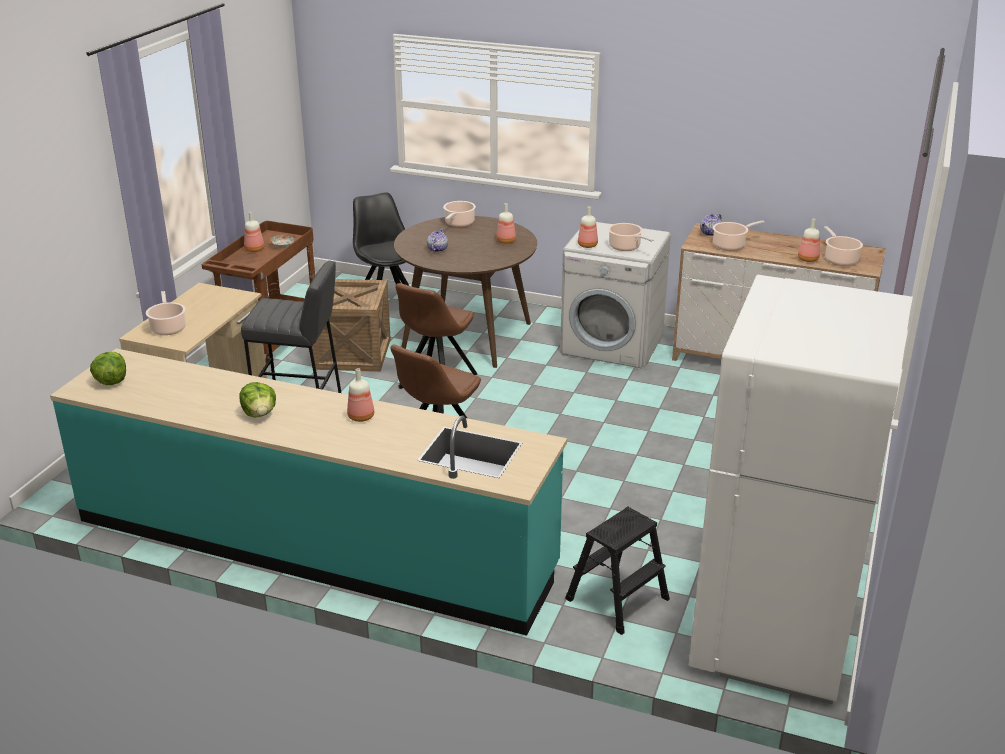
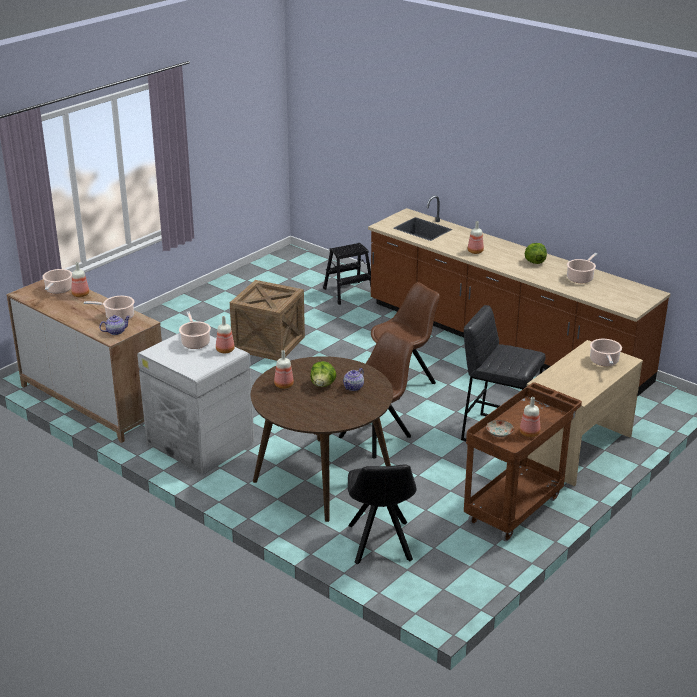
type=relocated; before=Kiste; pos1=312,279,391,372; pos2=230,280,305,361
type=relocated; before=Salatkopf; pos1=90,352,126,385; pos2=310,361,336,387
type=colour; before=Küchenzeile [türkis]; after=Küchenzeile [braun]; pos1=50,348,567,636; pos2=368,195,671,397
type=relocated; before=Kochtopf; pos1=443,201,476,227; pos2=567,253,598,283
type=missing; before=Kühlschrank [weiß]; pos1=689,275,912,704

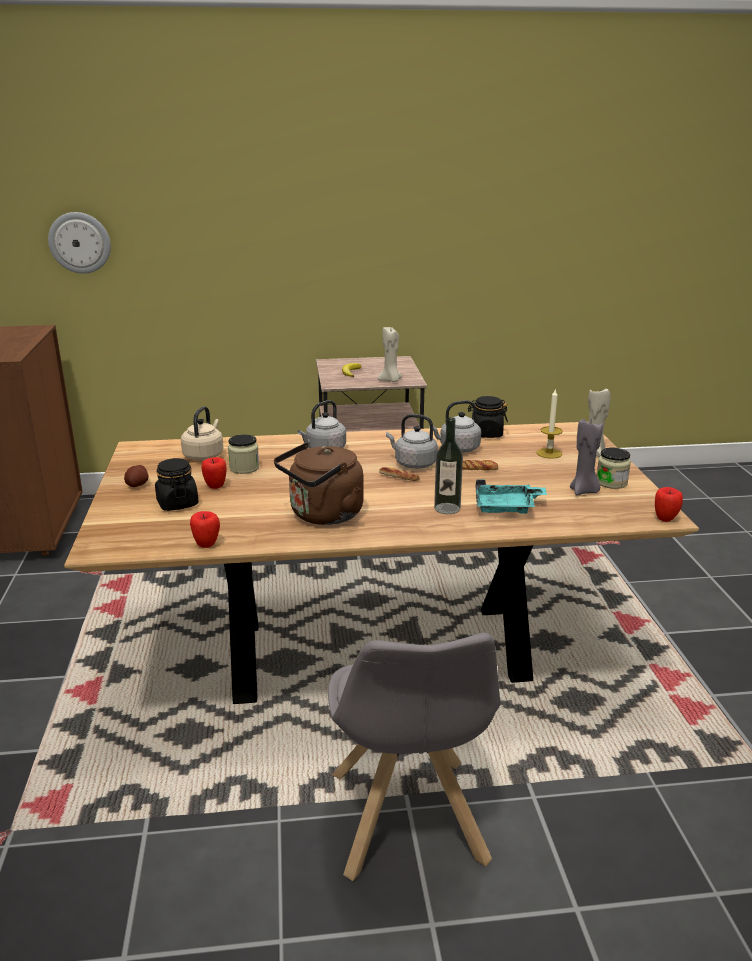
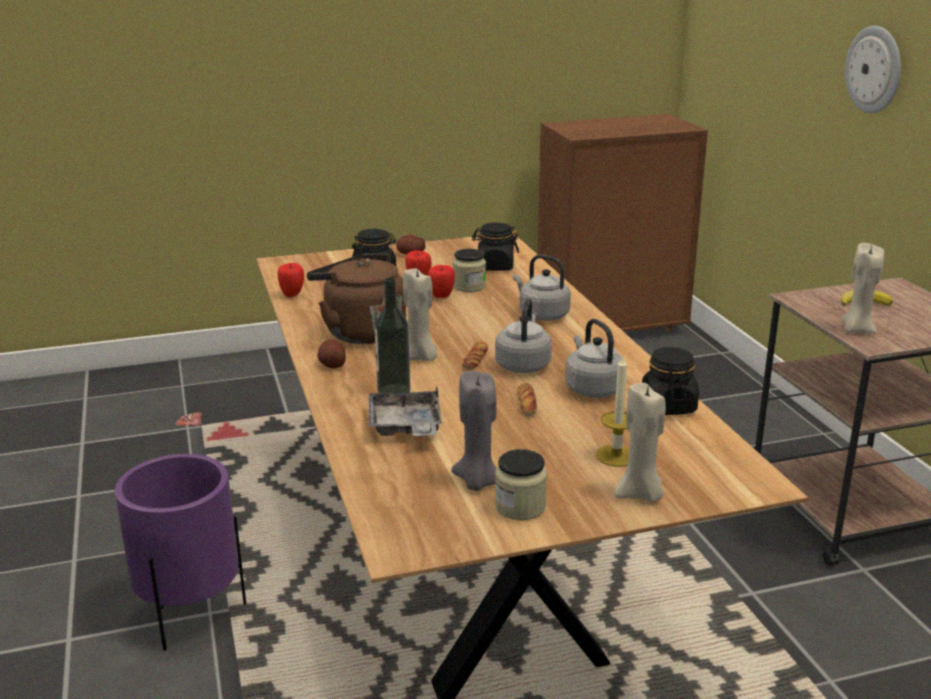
type=exchanged; before=Stuhl [grau]; after=Pflanzkübel [lila]; pos1=328,633,500,881; pos2=115,454,246,651
type=appeared; after=Kartoffel; pos2=317,339,346,368
type=colour; before=Tablett [türkis]; after=Tablett [grau]; pos1=475,479,547,514; pos2=369,387,442,436
type=appeared; after=Kerze [beige]; pos2=403,267,437,361
type=relocated; before=Apfel; pos1=655,487,683,522; pos2=428,265,455,298
type=exchanged; before=Wasserkessel [beige]; after=Vorratsglas [schwarz]; pos1=181,406,224,460; pos2=472,223,519,271
type=relocated; before=Wanduhr; pos1=48,212,111,274; pos2=845,26,901,113

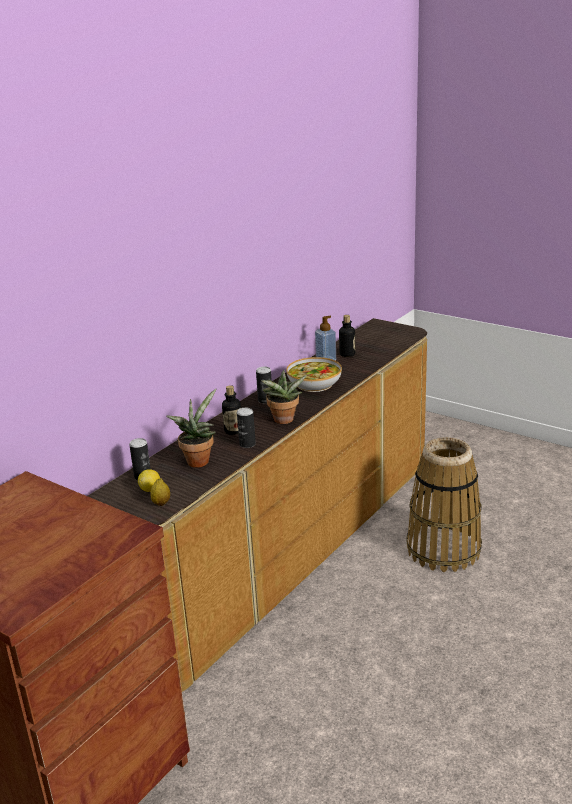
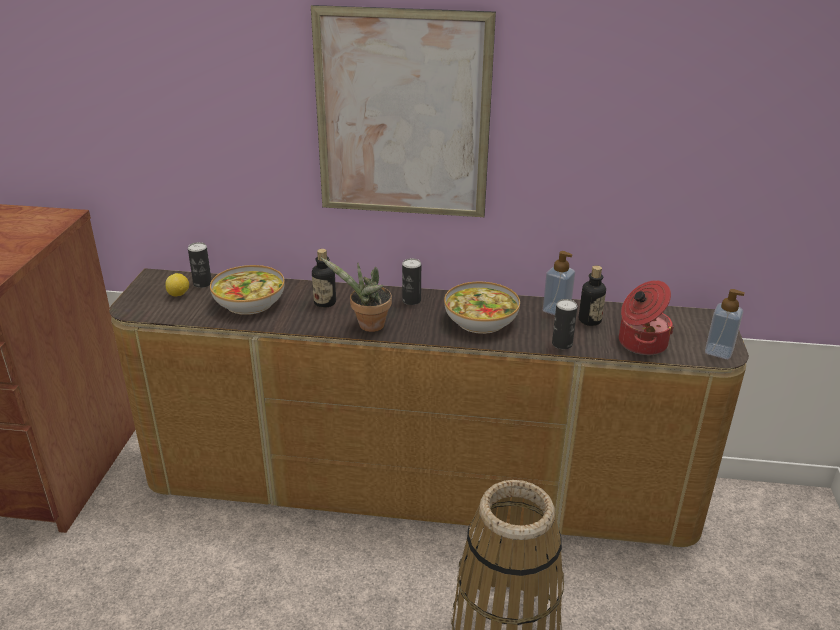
type=exchanged; before=Topfpflanze; after=Schüssel; pos1=166,389,216,468; pos2=210,265,285,315
type=appeared; after=Bild; pos2=311,5,496,217
type=relocated; before=Dose; pos1=237,408,256,448; pos2=552,299,578,349
type=appeared; after=Kochtopf; pos2=619,280,674,355
type=appeared; after=Seifenspender; pos2=705,289,745,359
type=missing; before=Zitrone; pos1=150,478,170,506

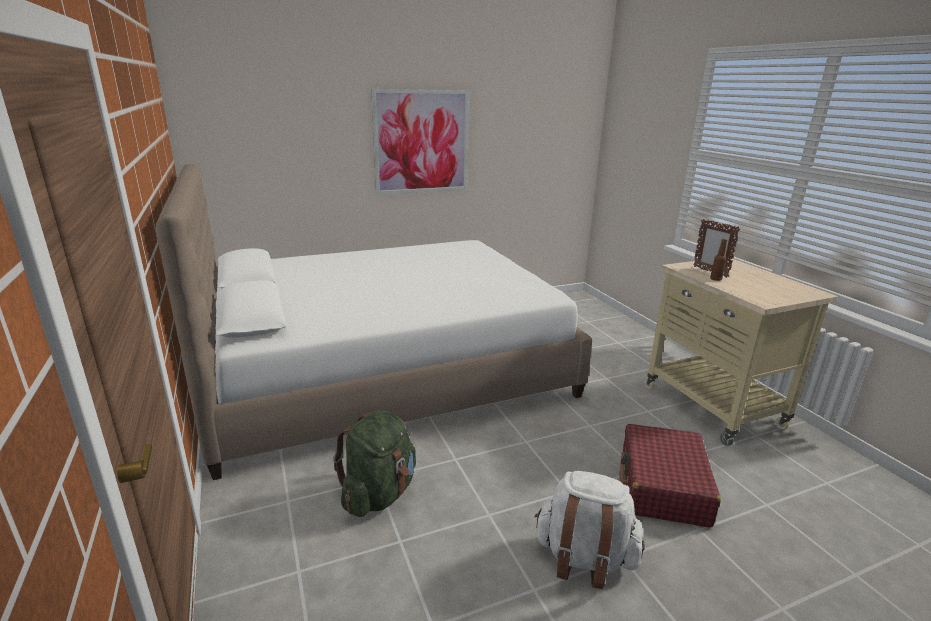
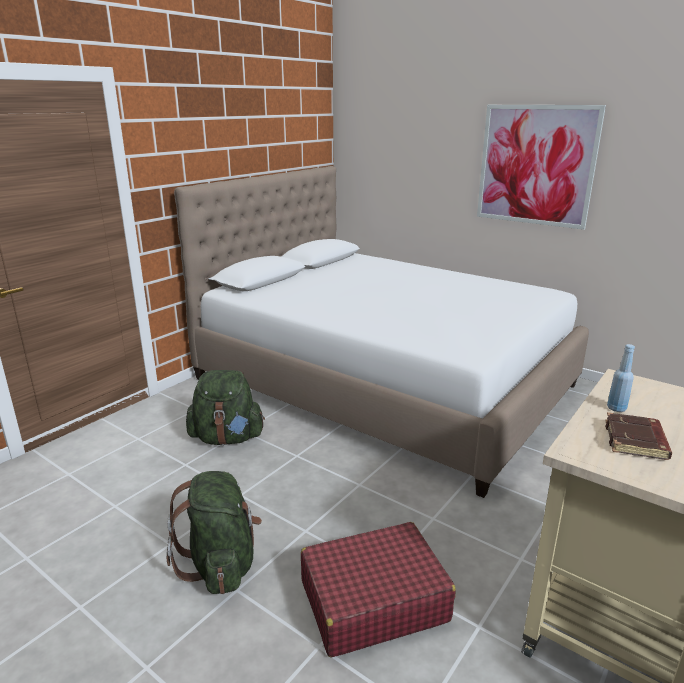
type=colour; before=Rucksack [weiß]; after=Rucksack [grün]; pos1=535,471,645,589; pos2=167,471,262,594
type=appeared; after=Buch [braun]; pos2=605,412,672,460
type=colour; before=Flasche [braun]; after=Flasche [blau]; pos1=710,239,727,281; pos2=607,344,635,412
type=missing; before=Bilderrahmen; pos1=693,219,740,278

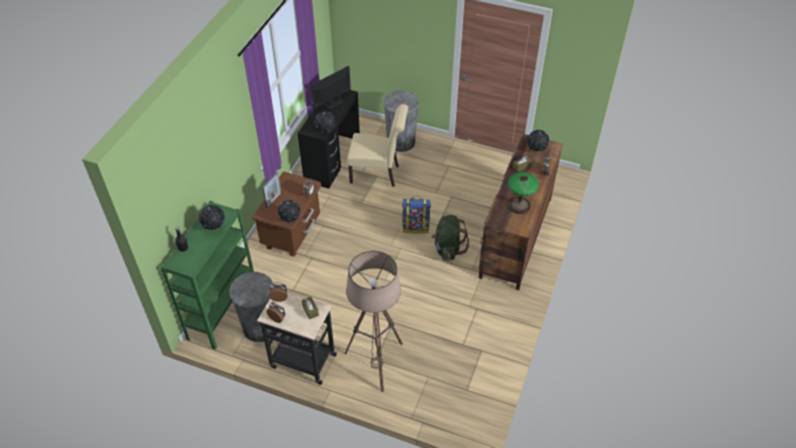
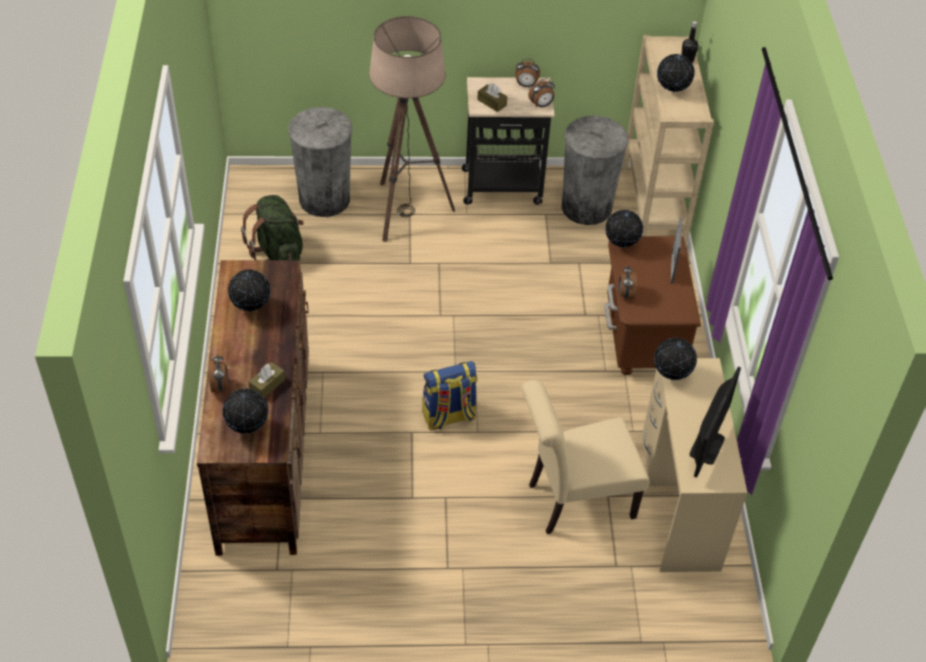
type=exchanged; before=Tischlampe; after=Globus; pos1=508,172,539,214; pos2=228,269,270,311
type=relocated; before=Rucksack [grün]; pos1=432,215,469,261; pos2=241,195,304,260
type=relocated; before=Mülleimer [grau]; pos1=383,90,419,152; pos2=288,107,352,217
type=colour; before=Bücherregal [grün]; after=Bücherregal [beige]; pos1=160,201,254,350; pos2=622,35,714,247
type=colour; before=Schreibtisch [schwarz]; after=Schreibtisch [beige]; pos1=298,90,360,189; pos2=642,358,747,572

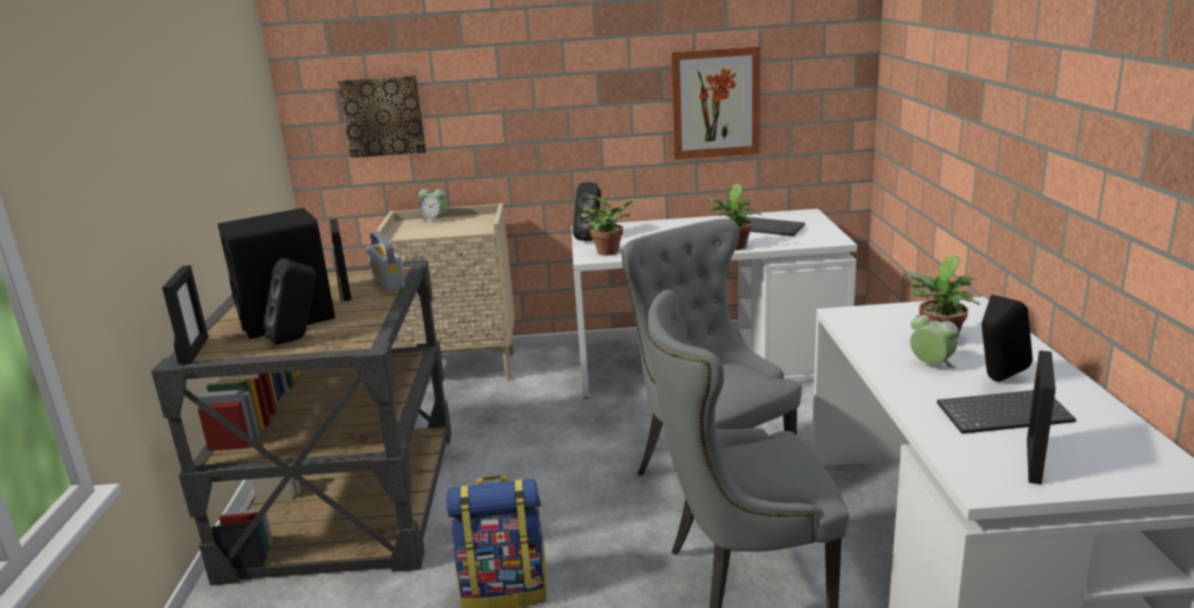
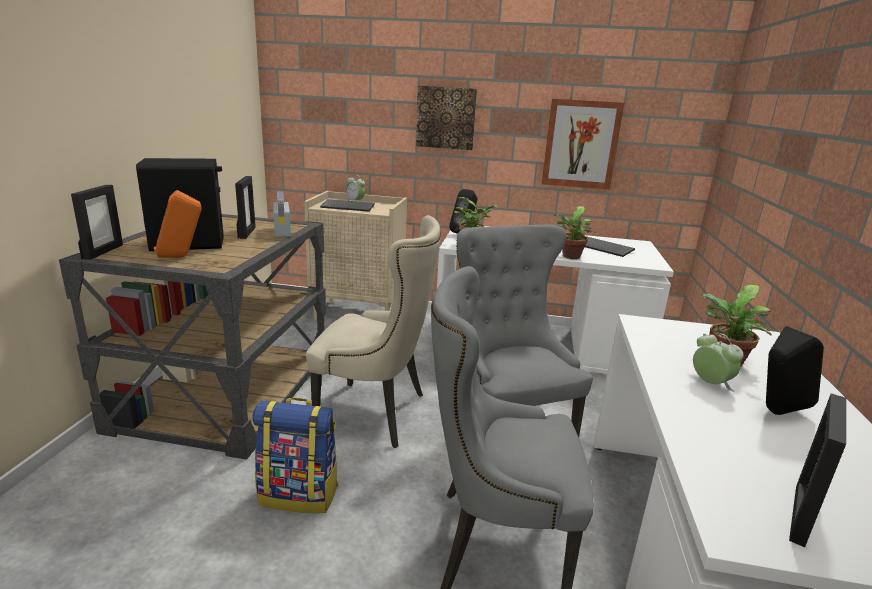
type=colour; before=Lautsprecher [schwarz]; after=Lautsprecher [orange]; pos1=263,258,316,345; pos2=154,190,201,258
type=appeared; after=Stuhl [beige]; pos2=306,215,441,448
type=relocated; before=Tastatur; pos1=937,390,1076,434; pos2=320,199,375,212
type=relocated; before=Bild; pos1=338,76,426,158; pos2=416,86,477,150

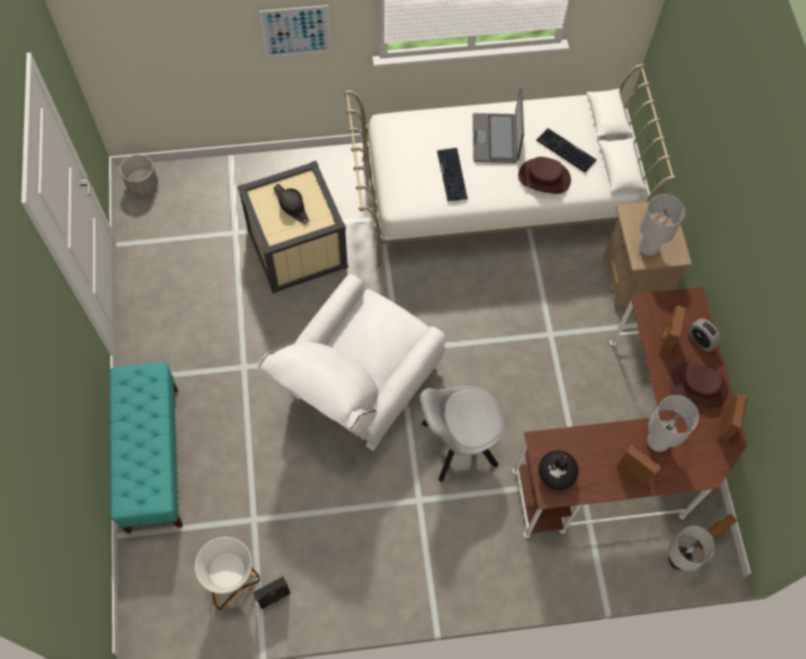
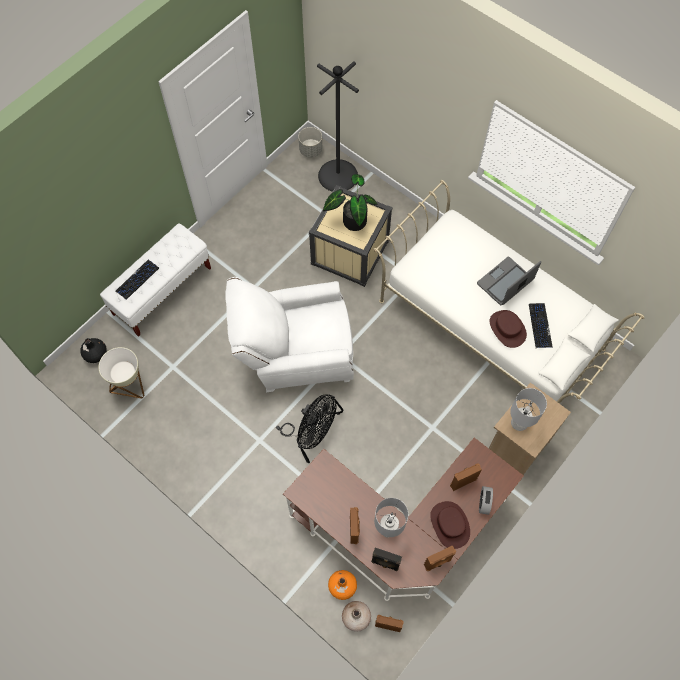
type=relocated; before=Vase [schwarz]; pos1=538,450,579,490; pos2=80,338,107,363
type=colour; before=Bank [türkis]; after=Bank [weiß]; pos1=109,362,183,534; pos2=100,223,211,337
type=relocated; before=Tastatur; pos1=437,148,468,202; pos2=116,260,159,300
type=exchanged; before=Stuhl [grau]; after=Ventilator [schwarz]; pos1=420,386,504,482; pos2=276,394,343,463
type=appeared; after=Kleiderständer [schwarz]; pos2=317,61,359,192
type=exchanged; before=Hut [schwarz]; after=Topfpflanze; pos1=273,184,309,224; pos2=323,174,378,231
type=appeared; after=Vase [orange]; pos2=328,570,357,600
type=exchanged; before=Tischlampe [grau]; after=Vase [beige]; pos1=668,526,715,571; pos2=342,601,371,632
type=relocated; before=Lautsprecher [schwarz]; pos1=253,576,291,609; pos2=371,548,402,571
type=missing; before=Bild; pos1=259,5,331,58

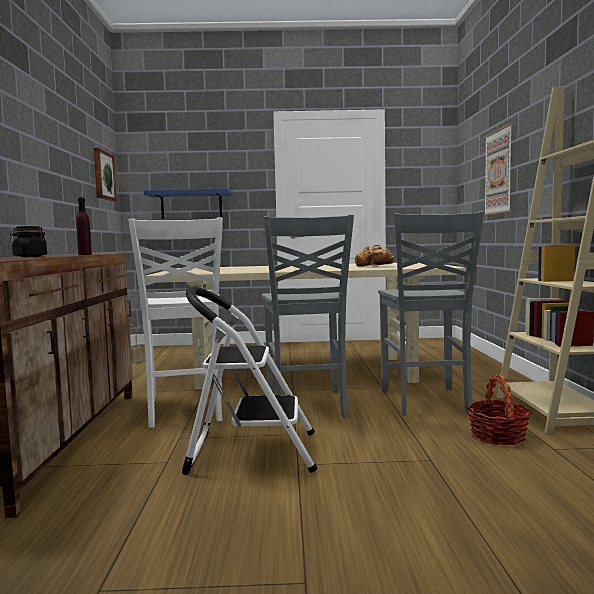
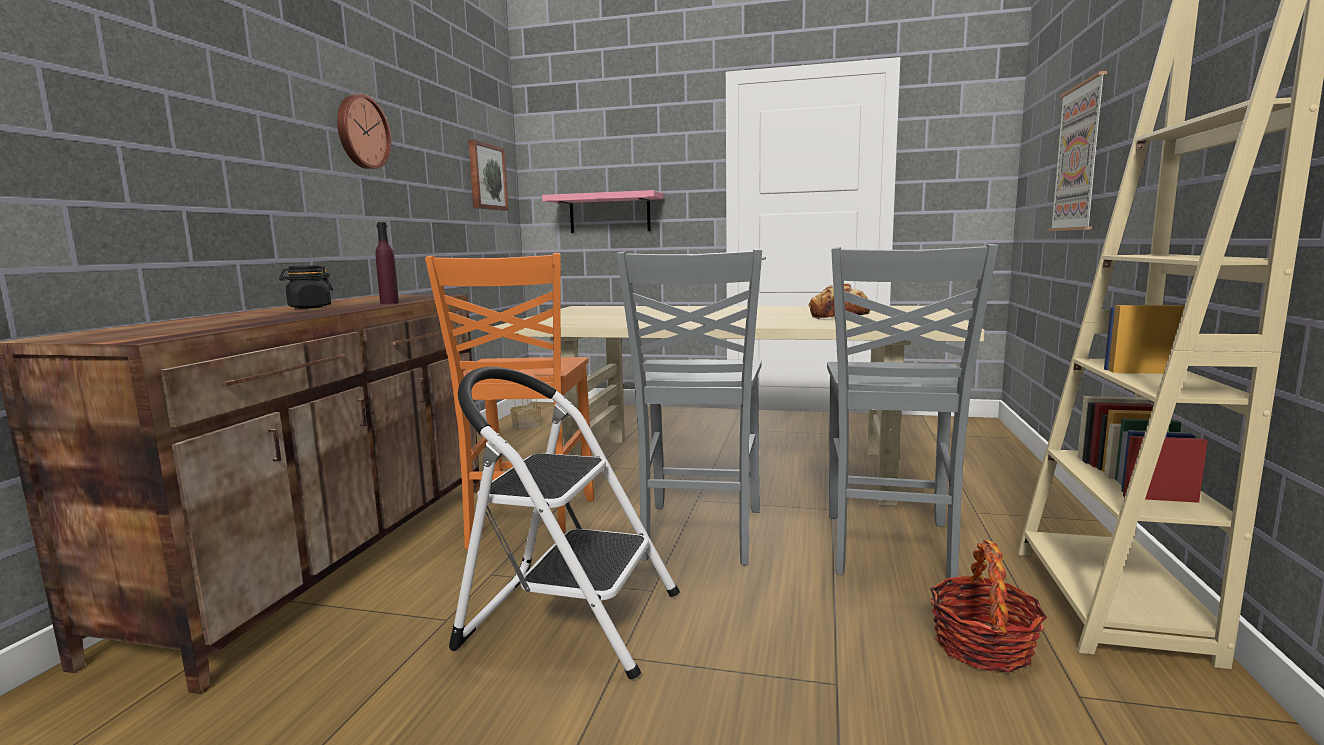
type=appeared; after=Wanduhr; pos2=337,94,391,169
type=colour; before=Stuhl [weiß]; after=Stuhl [orange]; pos1=128,217,223,428; pos2=425,253,594,549
type=colour; before=Wandregal [blau]; after=Wandregal [rosa]; pos1=144,188,231,219; pos2=542,190,663,233

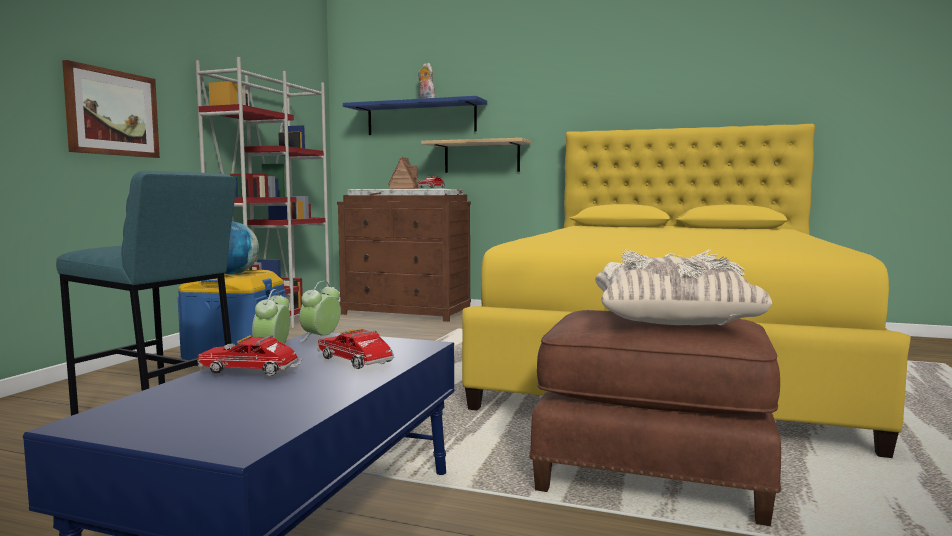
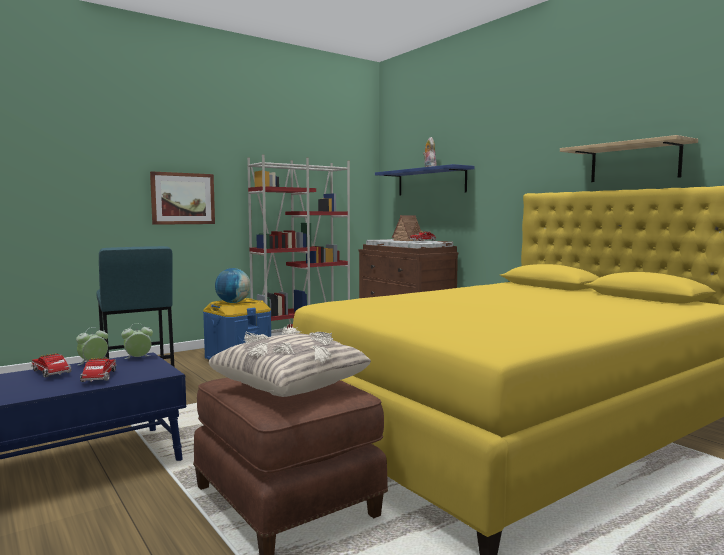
type=relocated; before=Wandregal; pos1=421,138,531,173; pos2=560,135,698,182

